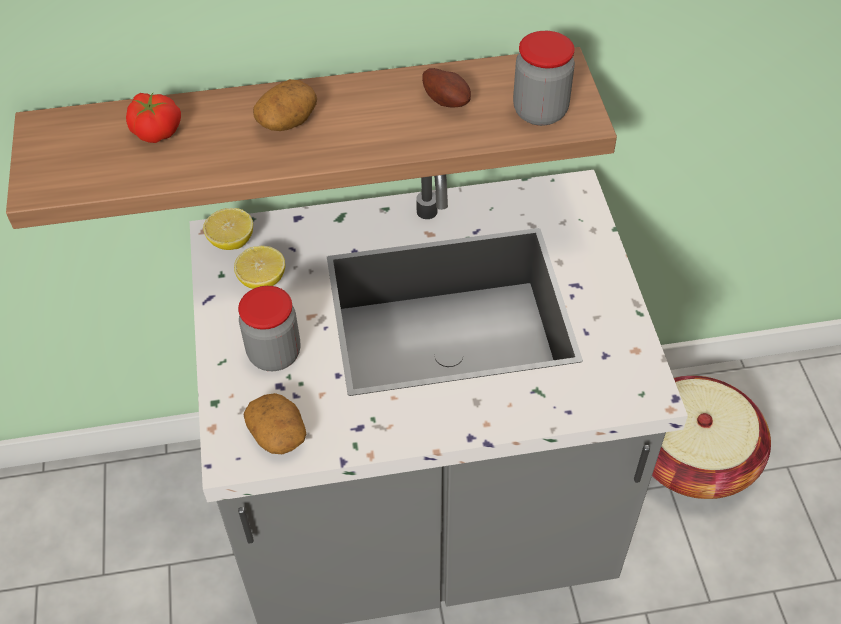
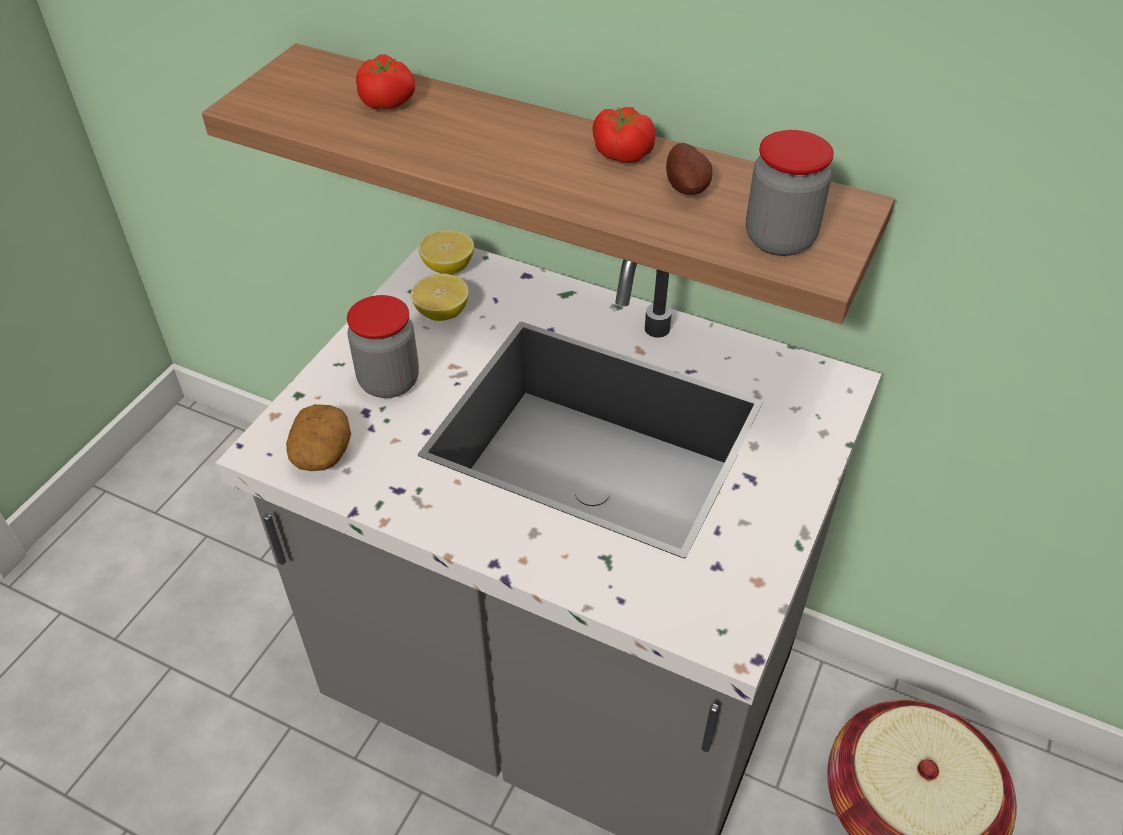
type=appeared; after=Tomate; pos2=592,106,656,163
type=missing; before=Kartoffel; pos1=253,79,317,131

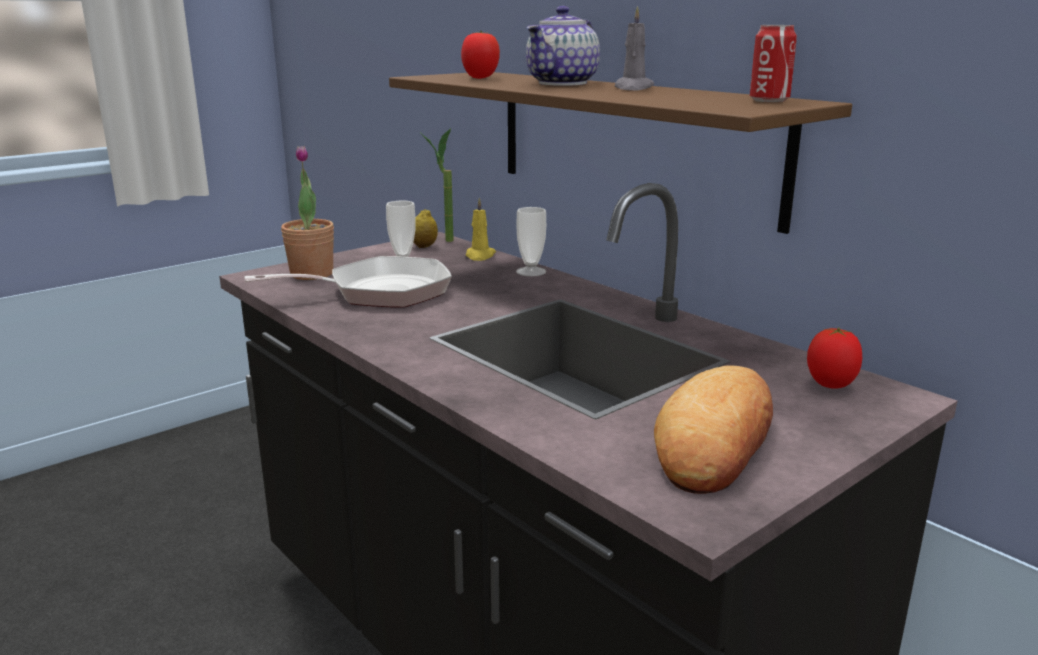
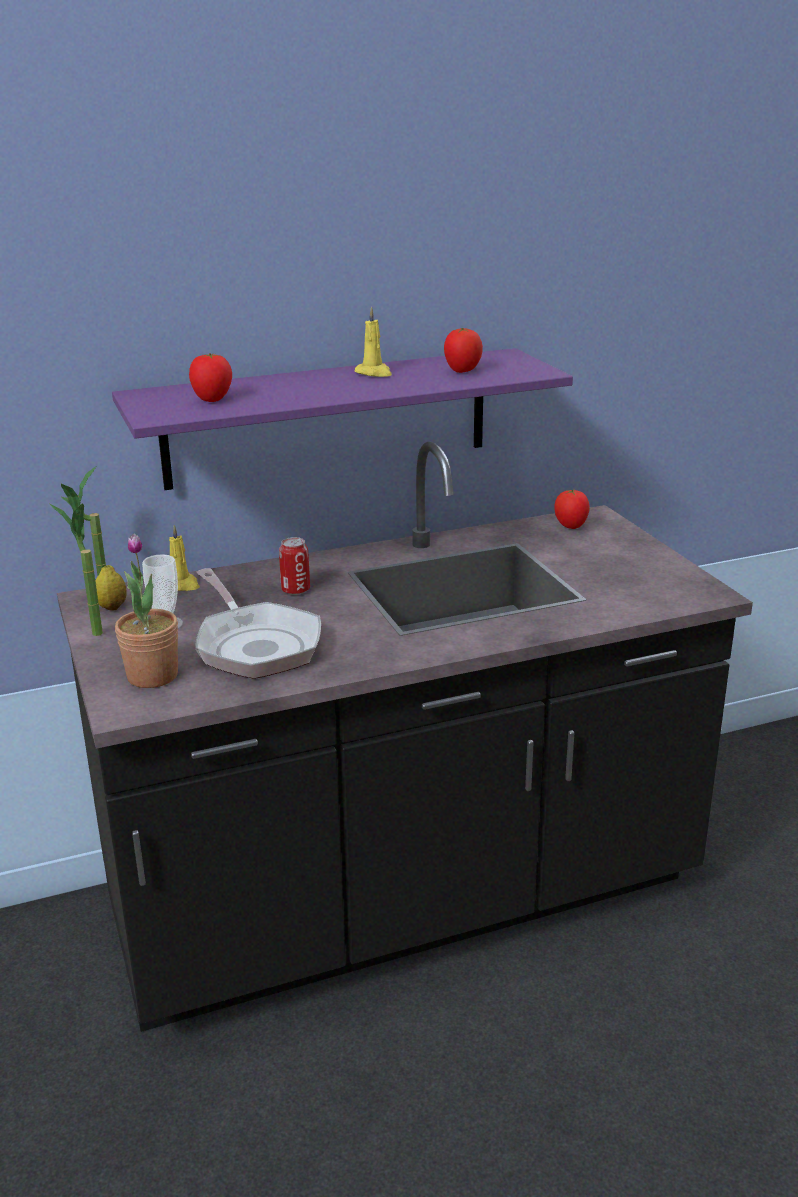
type=appeared; after=Topfpflanze; pos2=49,503,103,636
type=colour; before=Wandregal [braun]; after=Wandregal [lila]; pos1=389,72,852,234; pos2=112,348,573,490
type=spun; before=Pfanne; pos1=244,256,452,308; pos2=195,568,321,679; turn=150
type=relocated; before=Dose; pos1=750,25,797,102; pos2=279,537,310,595
type=colour; before=Kerze [grau]; after=Kerze [gelb]; pos1=615,6,654,91; pos2=355,307,392,377
type=appeared; after=Tomate; pos2=444,328,483,373
type=missing; before=Tasse; pos1=516,207,546,276
type=missing; before=Teekanne; pos1=526,6,600,86
type=missing; before=Brot; pos1=654,365,773,494

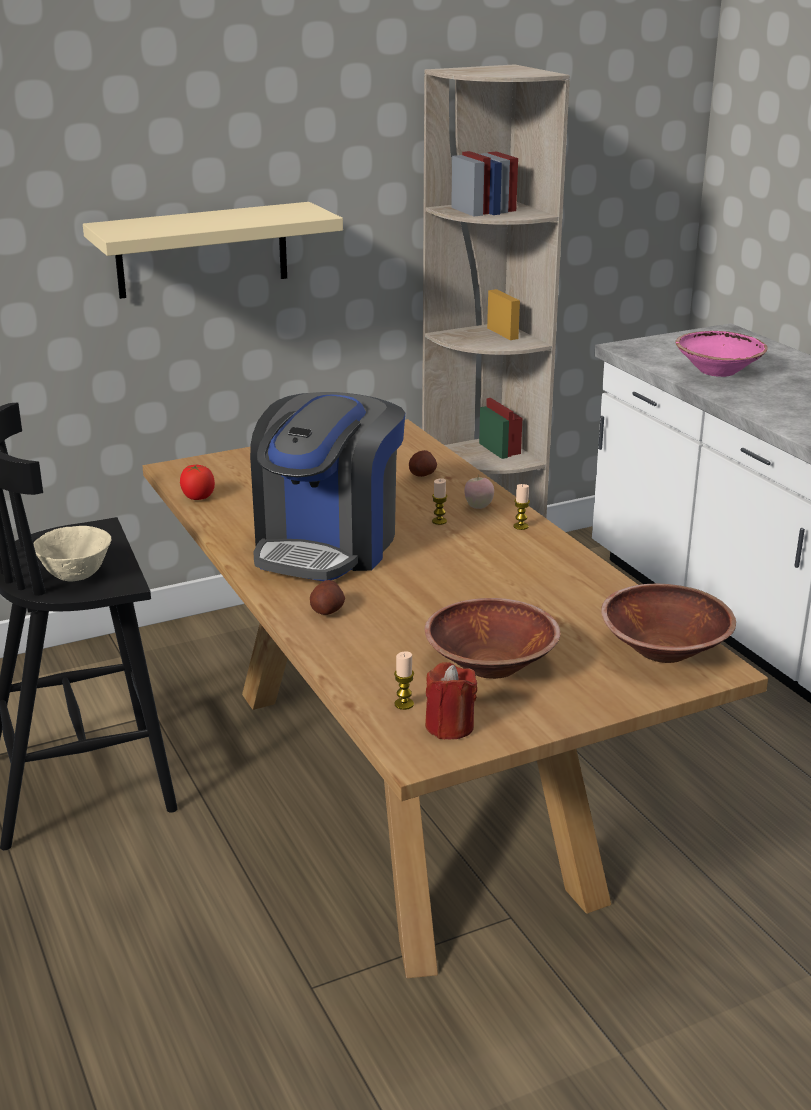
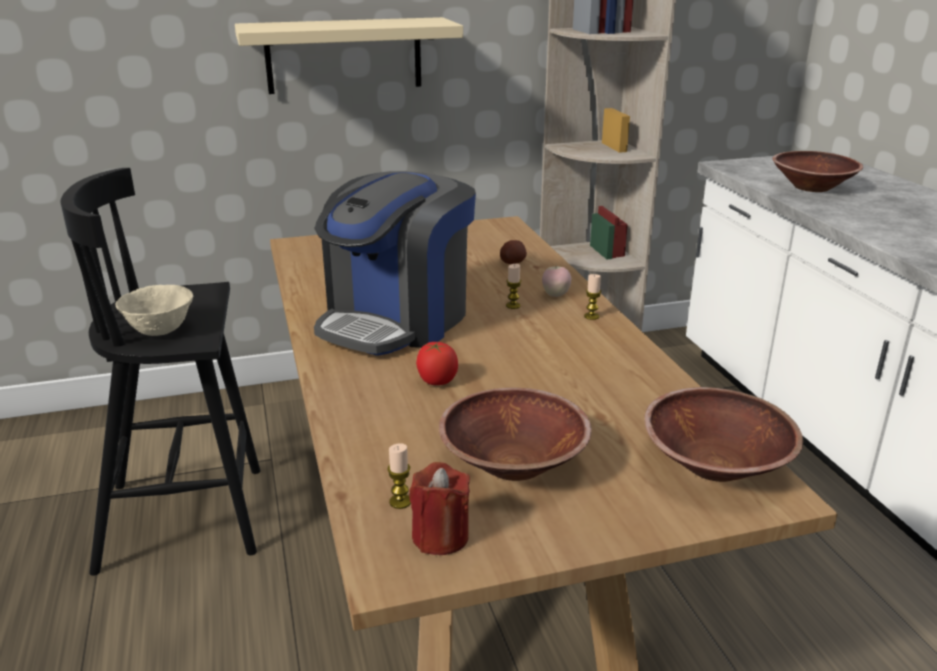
type=relocated; before=Tomate; pos1=180,465,215,500; pos2=416,342,458,385
type=colour; before=Schüssel [rosa]; after=Schüssel [braun]; pos1=675,331,768,377; pos2=772,151,863,192
type=missing; before=Kartoffel; pos1=310,580,345,615

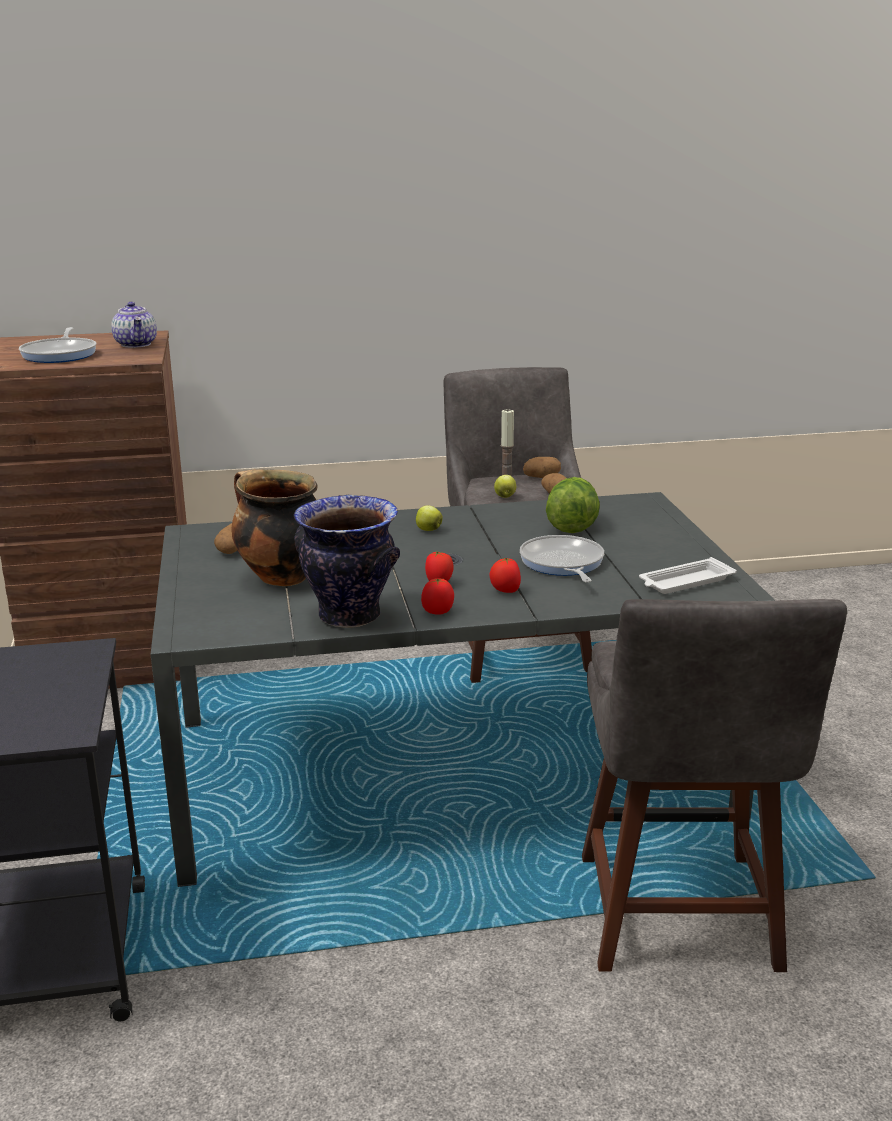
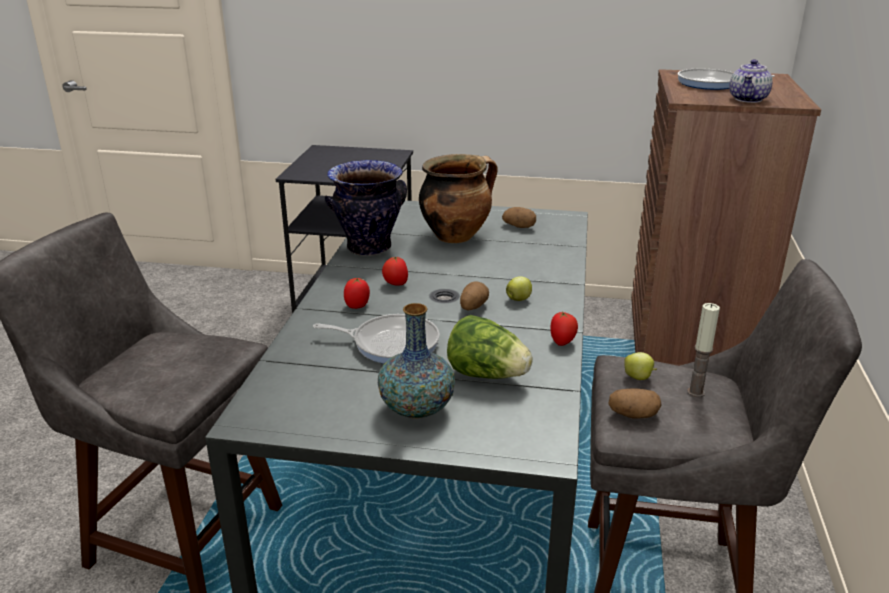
type=appeared; after=Vase; pos2=378,303,455,418
type=relocated; before=Kartoffel; pos1=523,457,561,478; pos2=460,281,489,310
type=relocated; before=Tomate; pos1=421,578,454,615; pos2=550,311,578,346
type=spun; before=Teekanne; pos1=111,302,157,348; pos2=729,59,773,103; turn=-60
type=missing; before=Tablett [weiß]; pos1=639,557,737,594

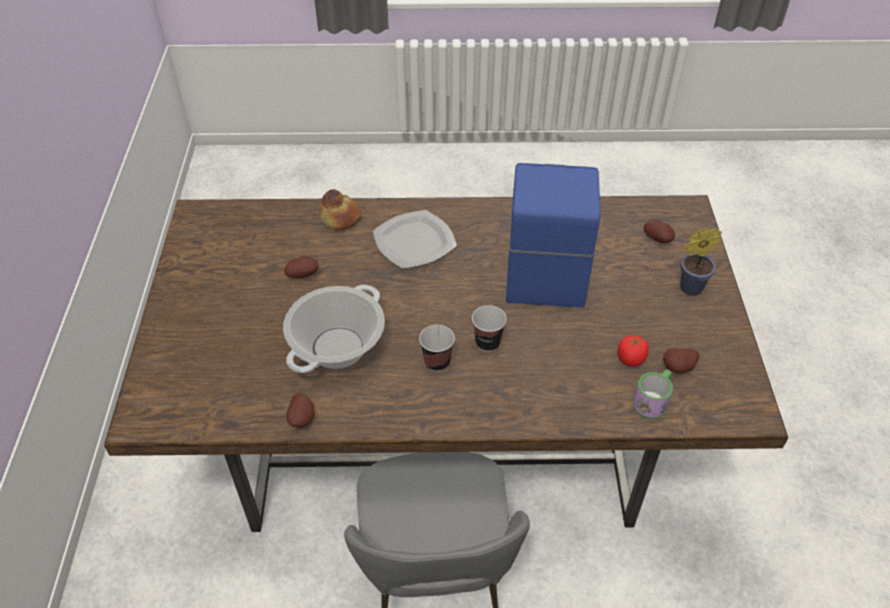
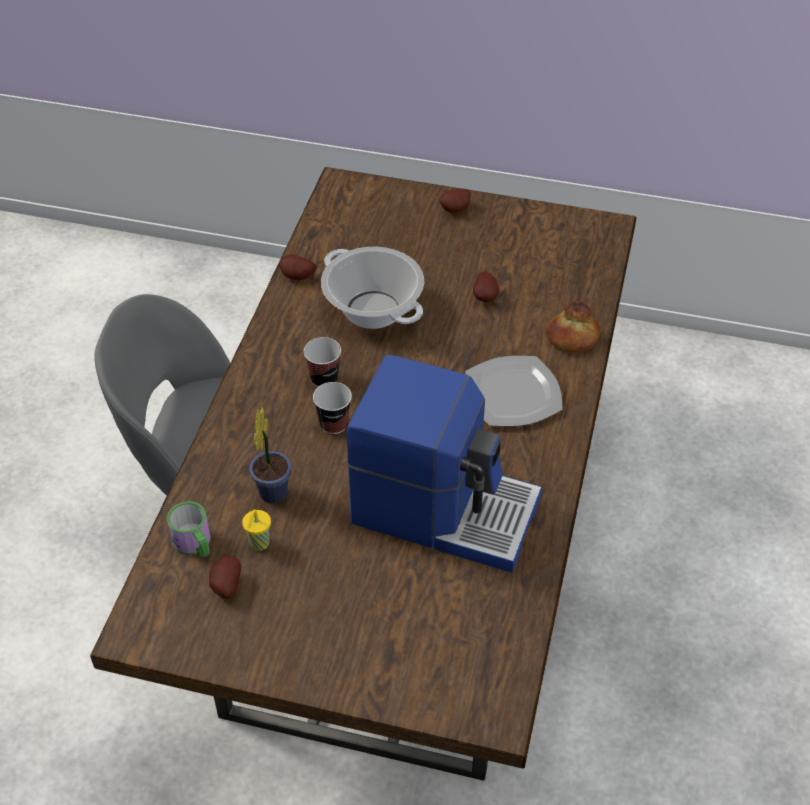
type=exchanged; before=Tomate; after=Tasse [gelb]; pos1=618,335,649,367; pos2=242,509,271,551
type=relocated; before=Topfpflanze; pos1=680,228,722,296; pos2=249,407,291,503
type=relocated; before=Kartoffel; pos1=643,220,675,243; pos2=439,189,471,213

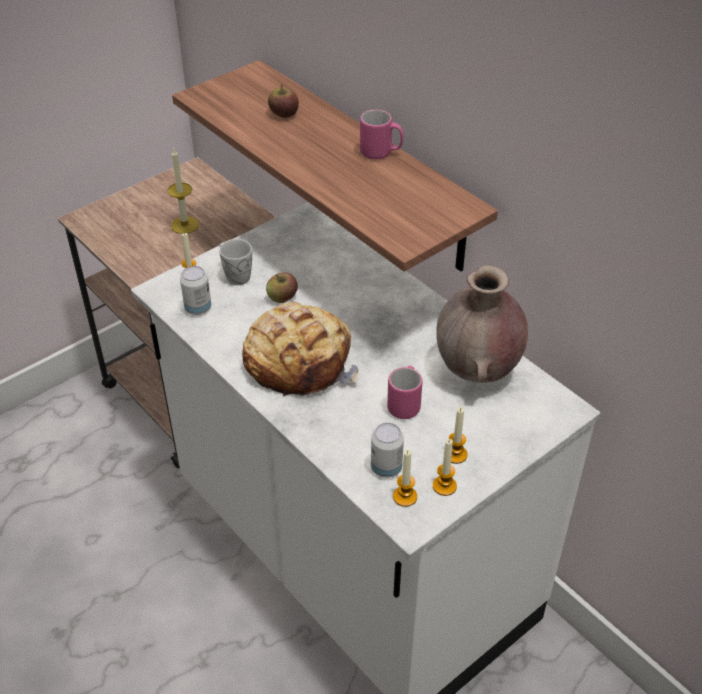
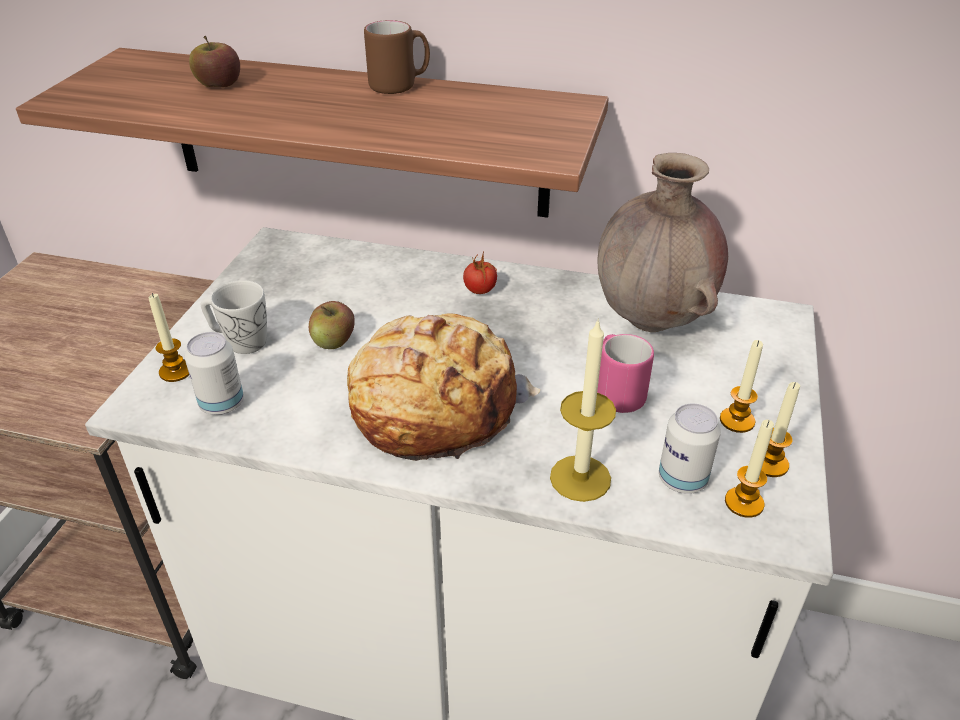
type=colour; before=Henkelbecher [rosa]; after=Henkelbecher [braun]; pos1=360,110,404,159; pos2=364,20,430,94
type=appeared; after=Tomate; pos2=463,251,497,294
type=relocated; before=Kerze; pos1=168,149,199,234; pos2=550,318,616,502

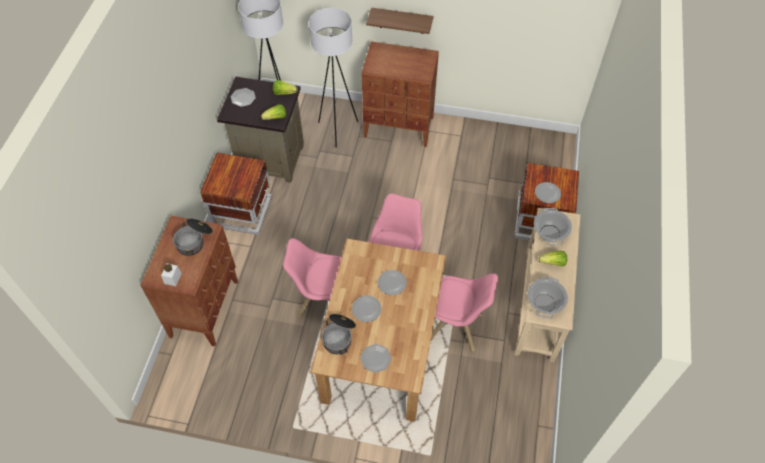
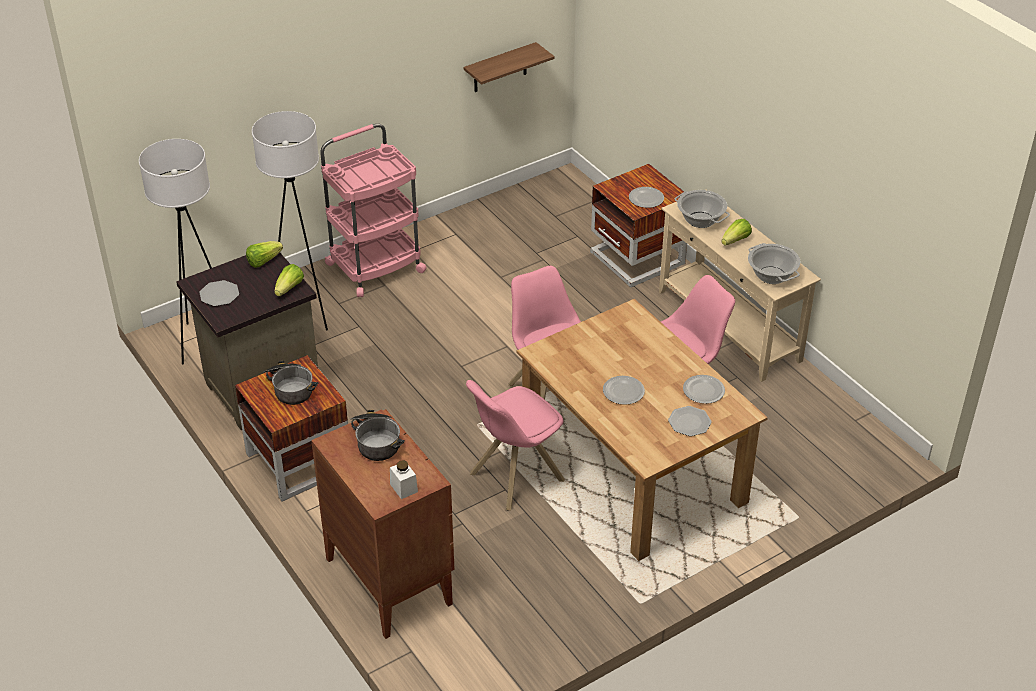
type=relocated; before=Kochtopf; pos1=321,314,356,355; pos2=263,361,318,405
type=exchanged; before=Kommode [braun]; after=Rollwagen [rosa]; pos1=362,41,439,147; pos2=321,124,427,297
type=relocated; before=Wandregal; pos1=366,8,433,34; pos2=463,42,555,92
type=relocated; before=Teller; pos1=378,270,407,295; pos2=683,375,725,404

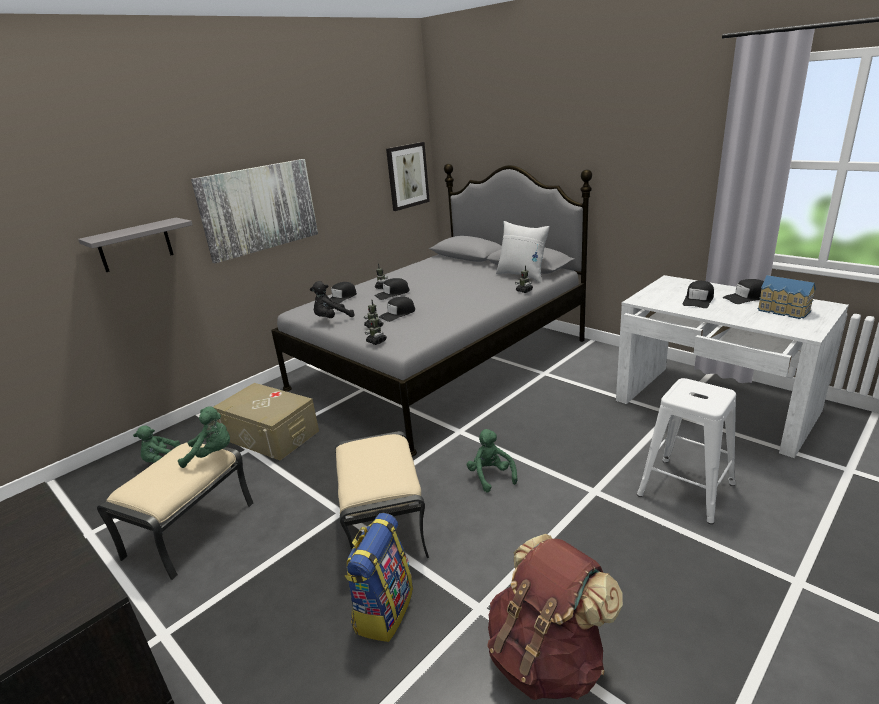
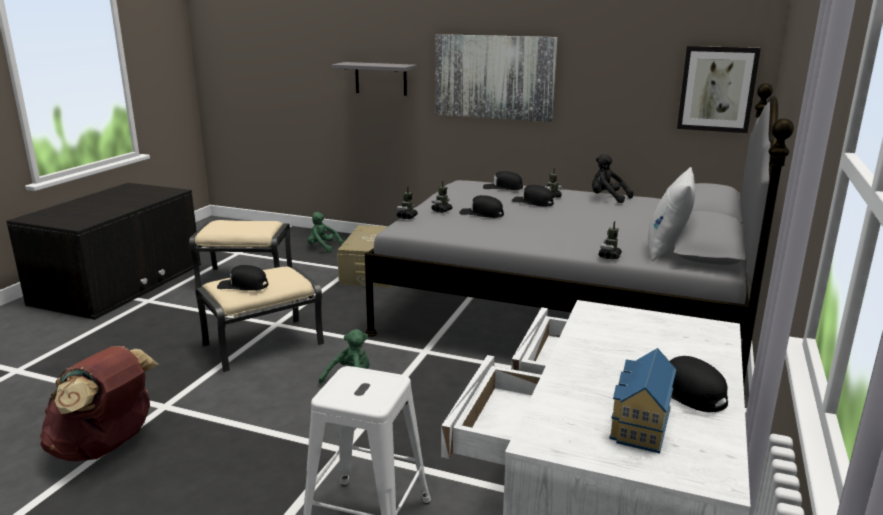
type=relocated; before=Kappe [schwarz]; pos1=683,281,714,308; pos2=217,265,268,291
type=relocated; before=Plüschtier [schwarz]; pos1=310,281,355,318; pos2=592,154,633,203
type=missing; before=Plüschtier [grün]; pos1=178,406,230,468
type=missing; before=Rucksack; pos1=344,513,413,642

